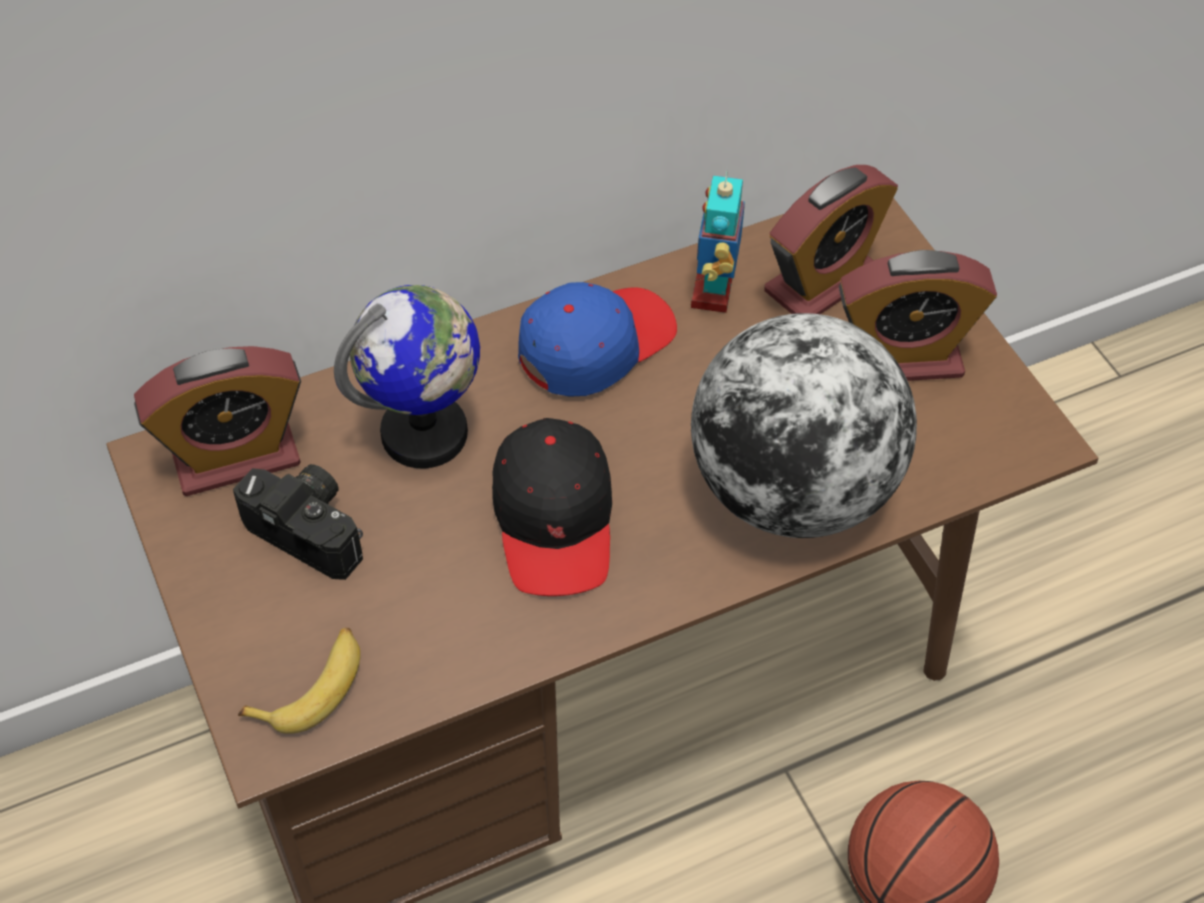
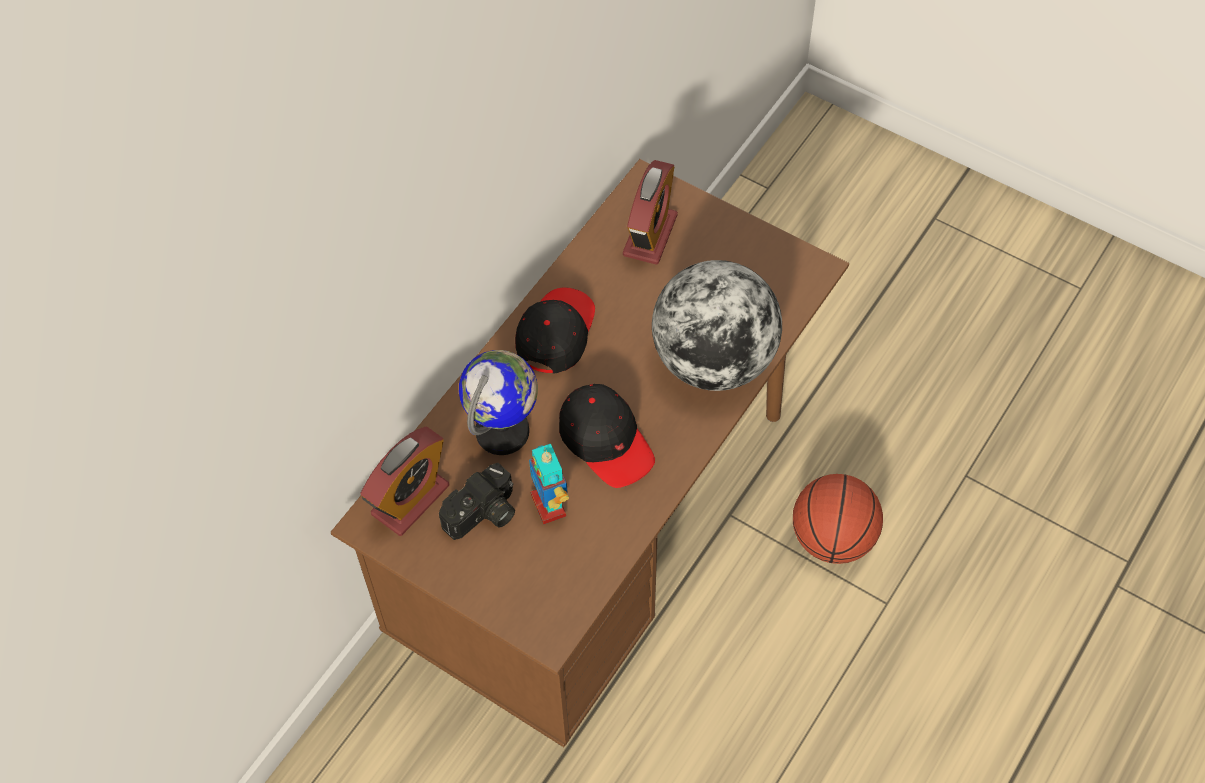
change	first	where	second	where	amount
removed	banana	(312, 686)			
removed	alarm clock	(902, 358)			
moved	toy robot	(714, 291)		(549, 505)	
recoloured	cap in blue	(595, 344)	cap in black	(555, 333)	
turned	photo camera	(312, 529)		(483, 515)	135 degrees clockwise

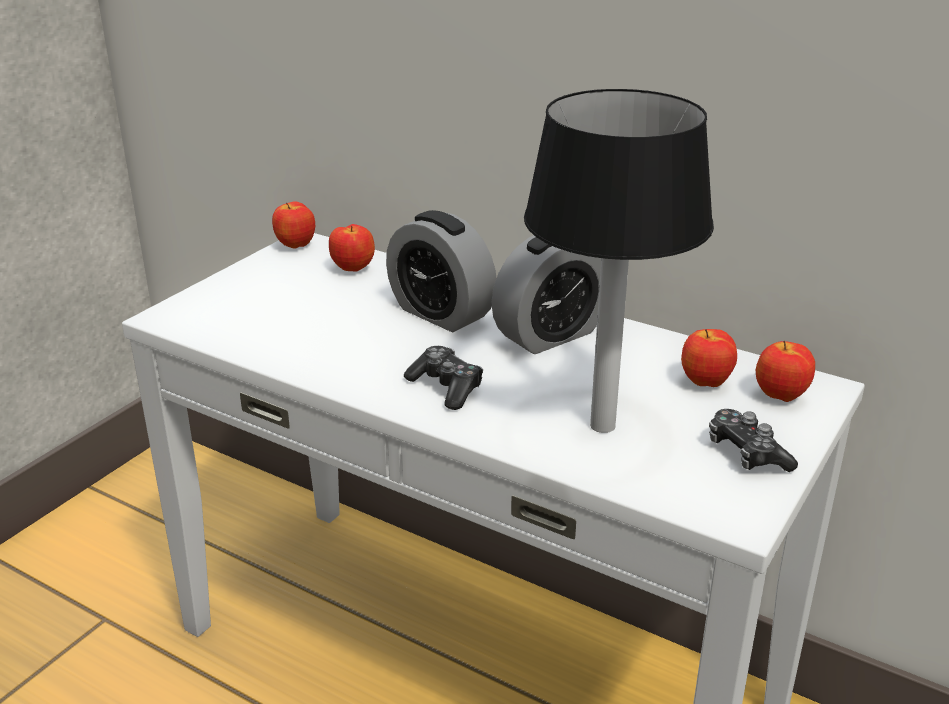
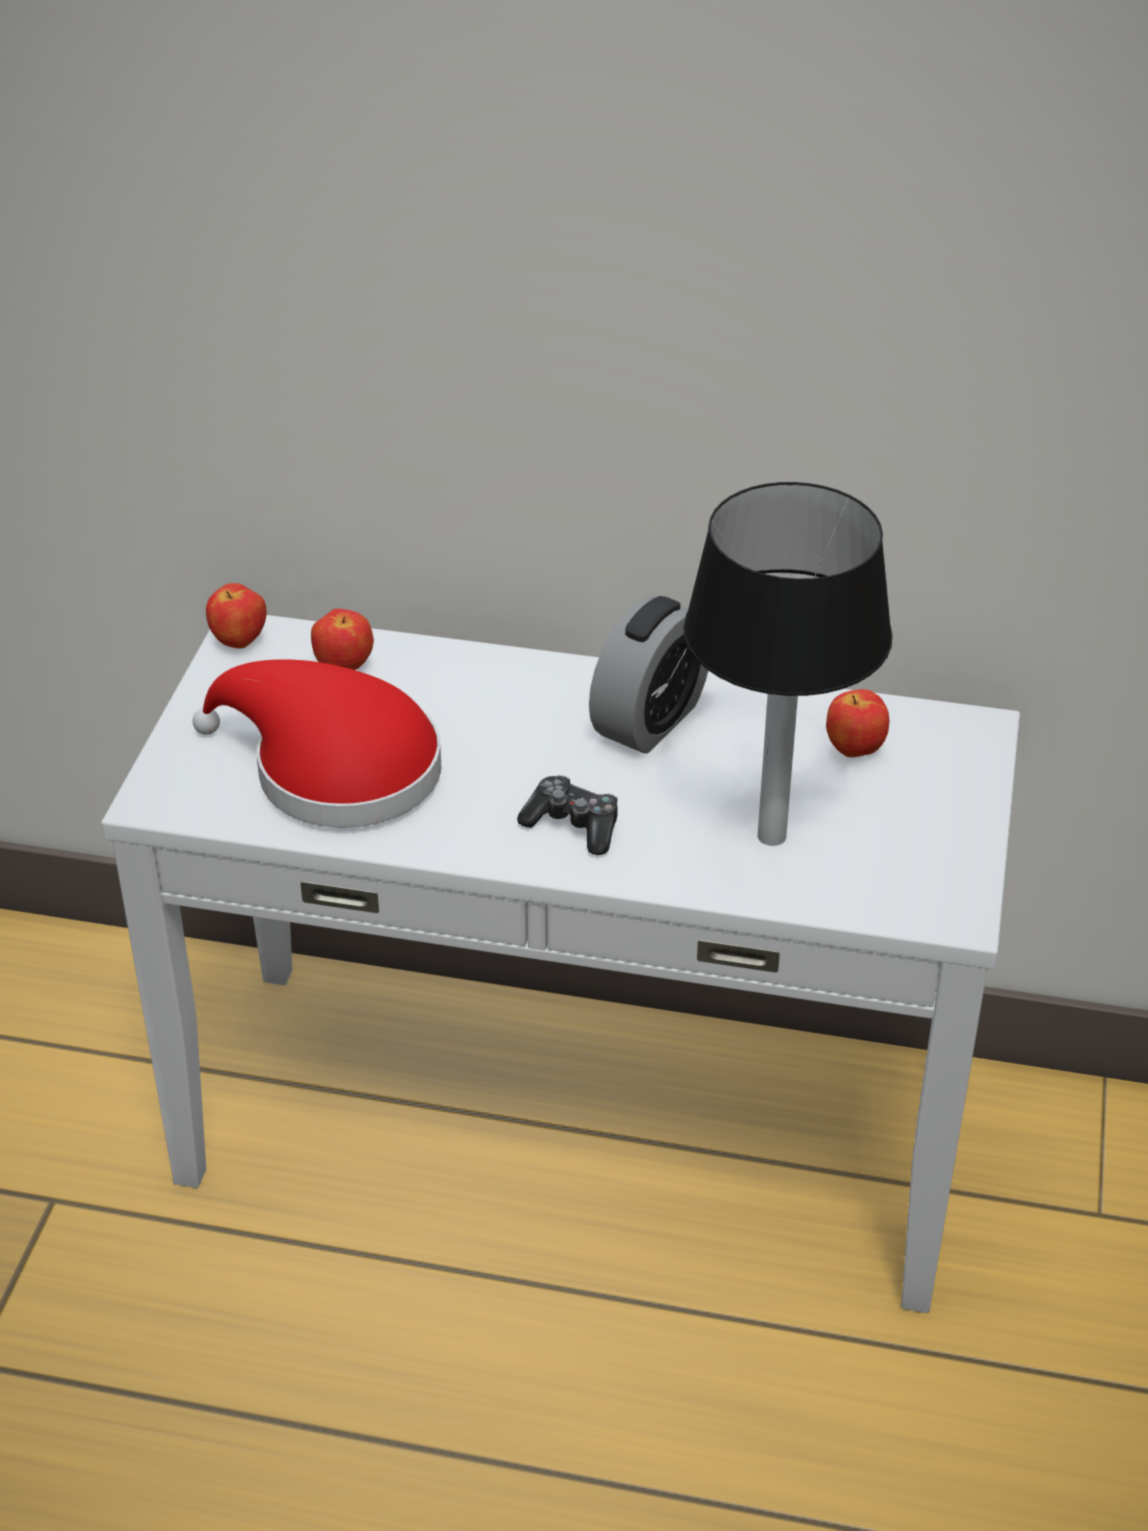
change	first	where	second	where	amount
removed	alarm clock	(441, 313)			
removed	game controller	(746, 453)			
removed	apple	(780, 396)			
added			hat in red	(333, 769)	

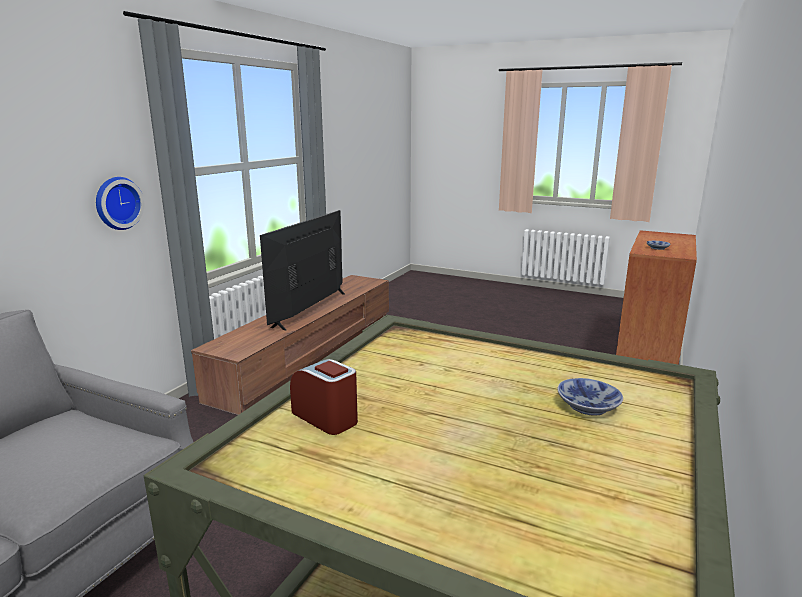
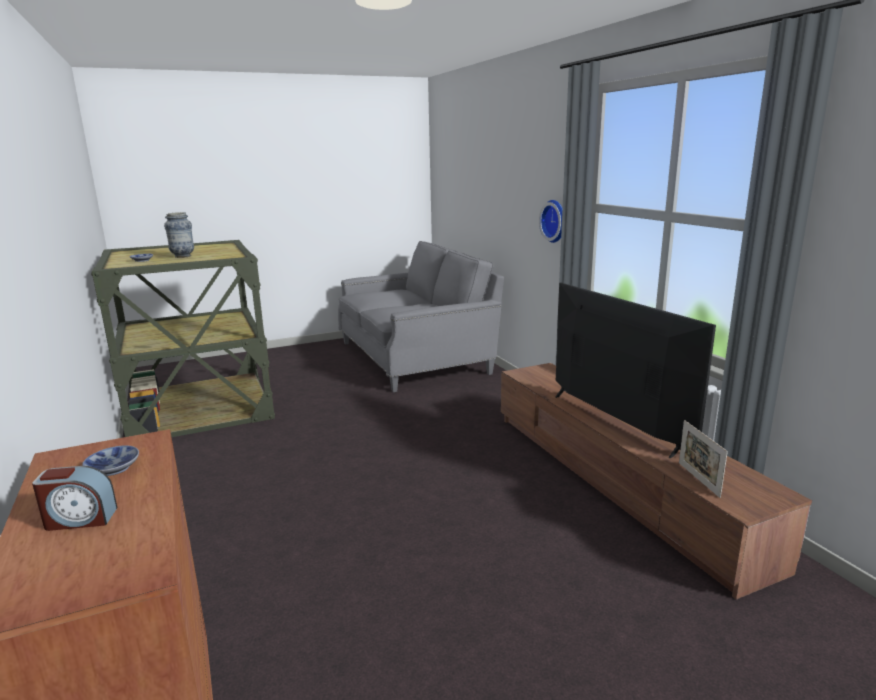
change	first	where	second	where	amount
added			vase	(182, 256)	
added			picture frame	(698, 479)	
moved	alarm clock	(326, 417)		(80, 519)	

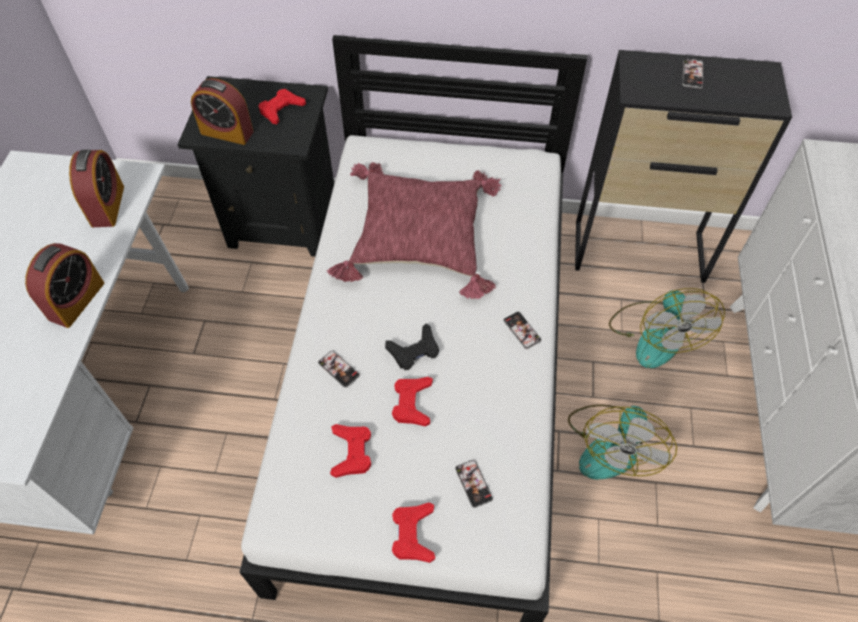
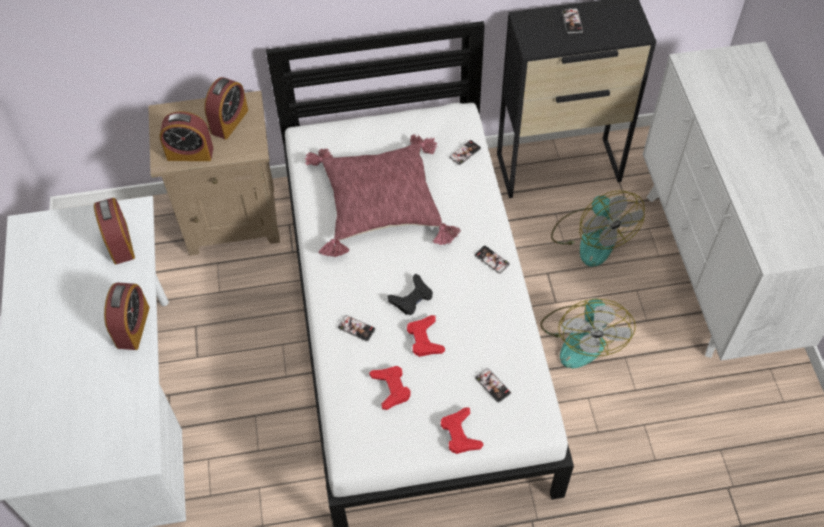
change	first	where	second	where	amount
added			phone	(465, 153)	
replaced	game controller in red	(281, 109)	alarm clock	(229, 121)	
recoloured	nightstand in black	(284, 224)	nightstand in beige	(234, 221)	

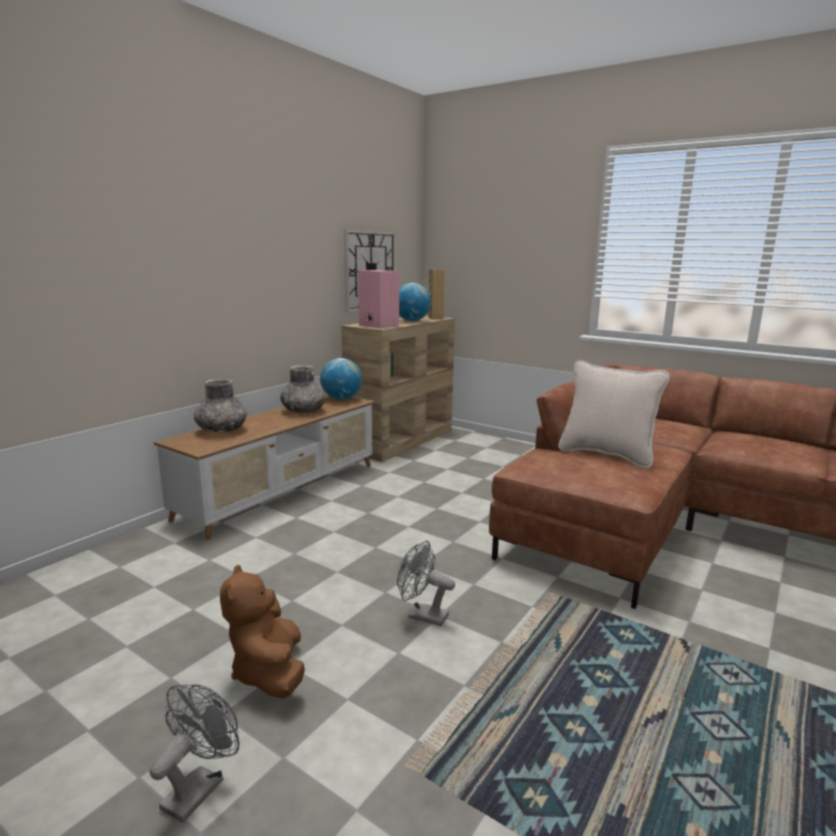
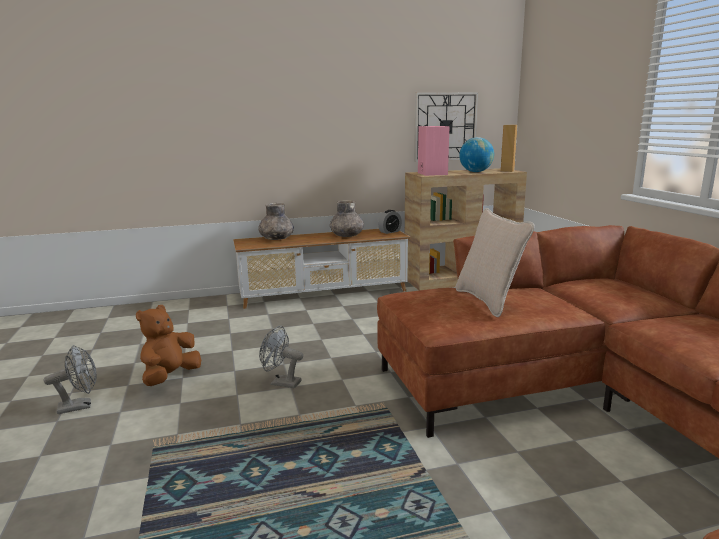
change	first	where	second	where	amount
replaced	globe	(341, 399)	alarm clock	(389, 232)	
turned	fan in grey	(422, 615)		(281, 383)	45 degrees counterclockwise

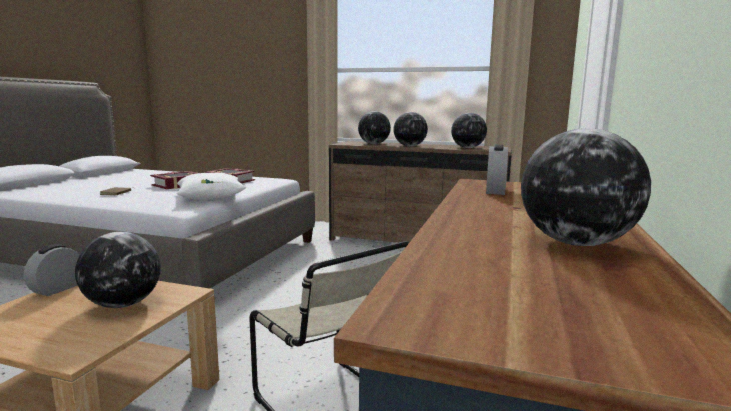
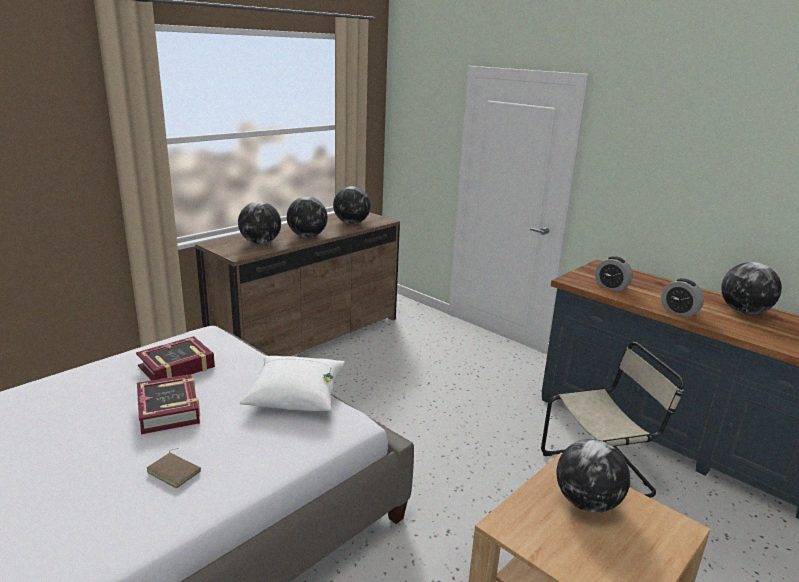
change	first	where	second	where	amount
moved	alarm clock	(57, 289)		(679, 311)	

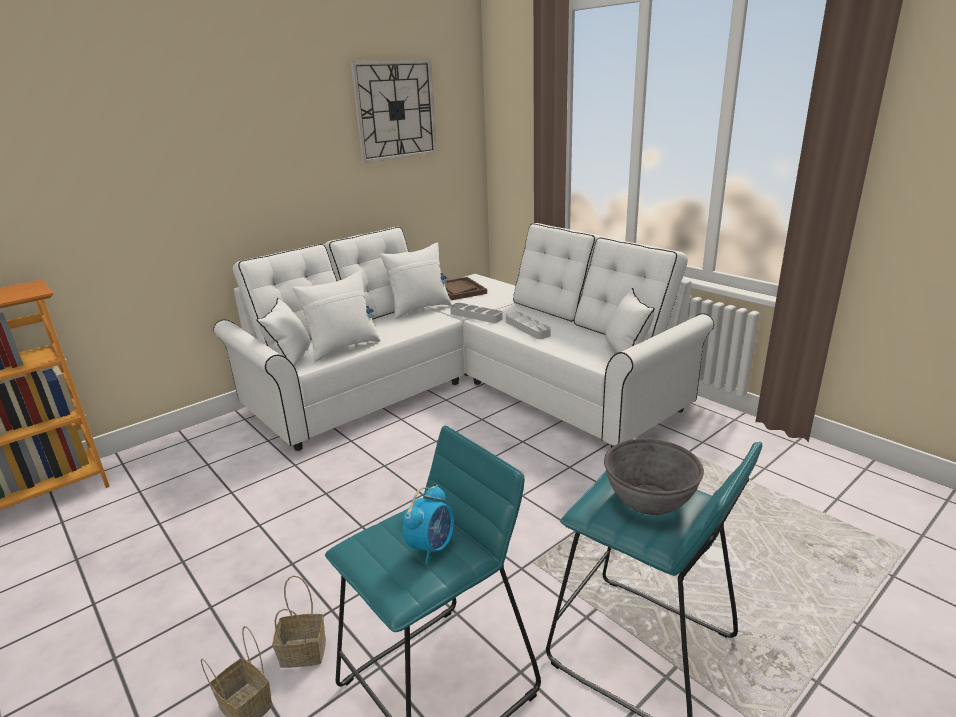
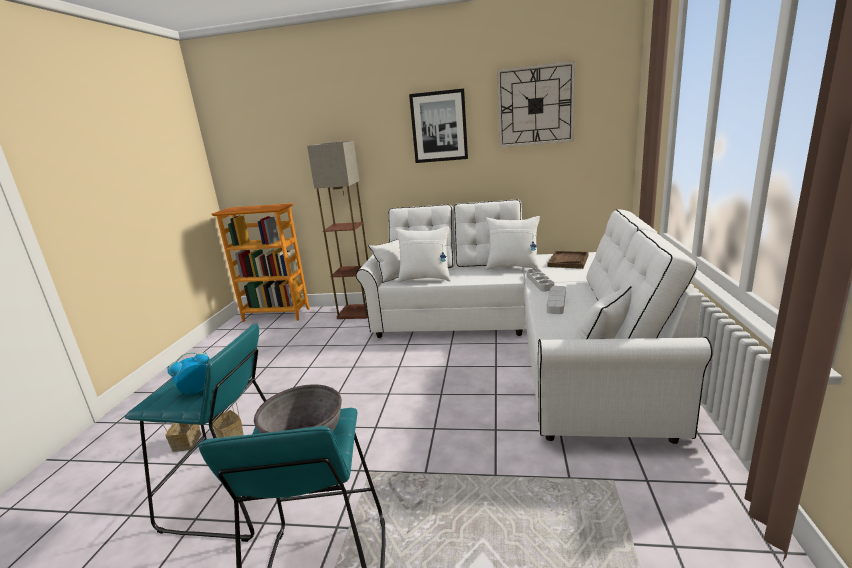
change	first	where	second	where	amount
added			floor lamp	(357, 312)	
added			picture	(439, 126)	
turned	alarm clock	(432, 547)		(196, 391)	150 degrees clockwise

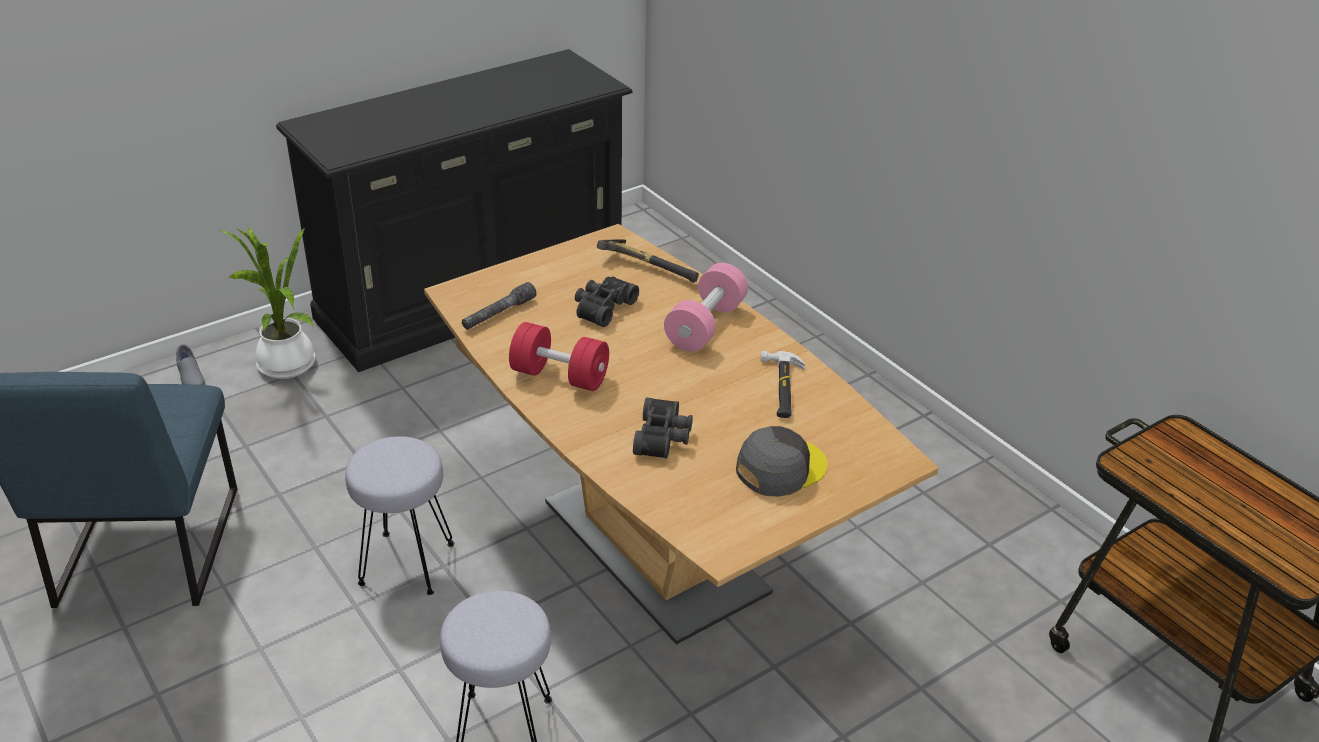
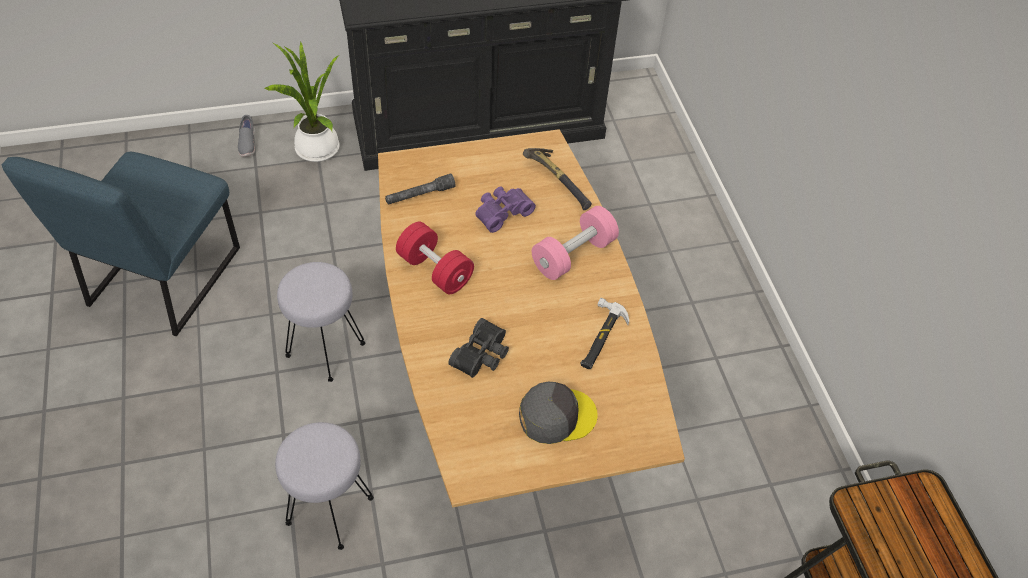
change	first	where	second	where	amount
recoloured	binoculars in black	(602, 307)	binoculars in purple	(501, 212)	

